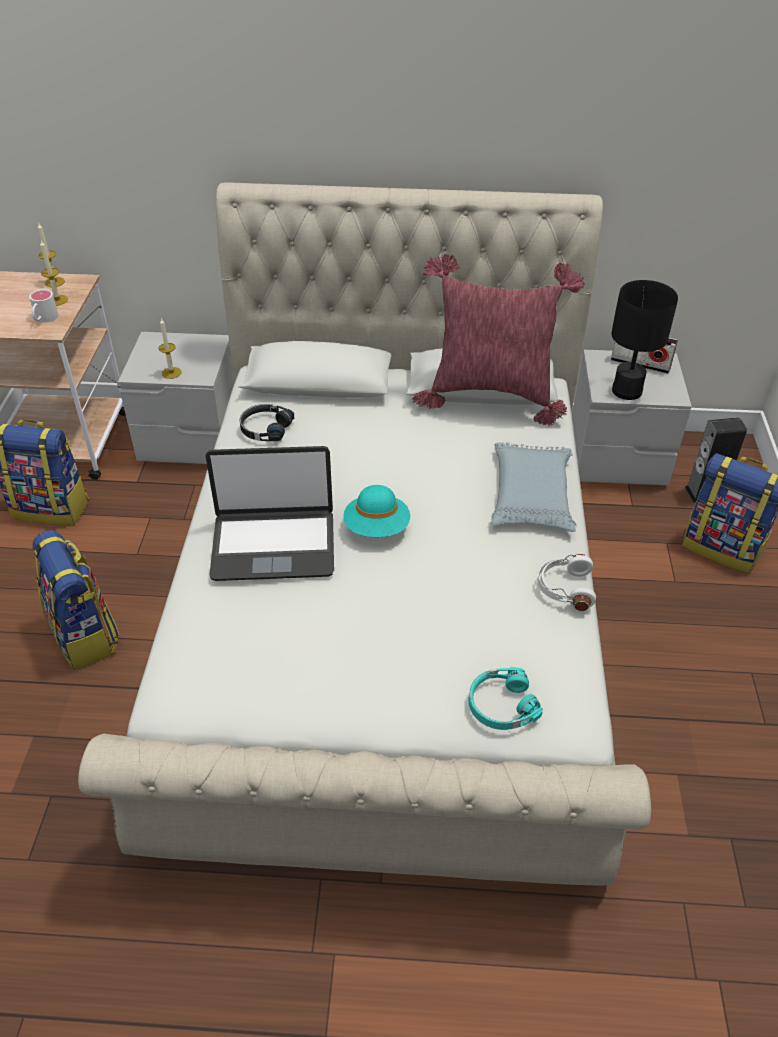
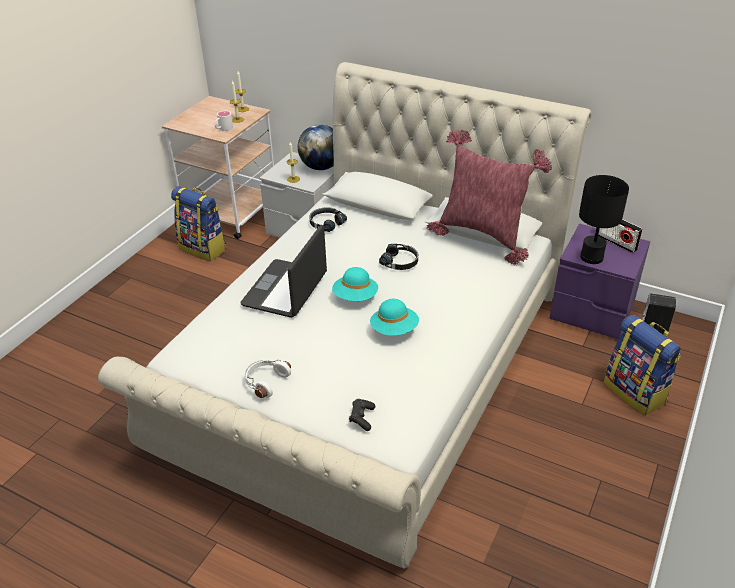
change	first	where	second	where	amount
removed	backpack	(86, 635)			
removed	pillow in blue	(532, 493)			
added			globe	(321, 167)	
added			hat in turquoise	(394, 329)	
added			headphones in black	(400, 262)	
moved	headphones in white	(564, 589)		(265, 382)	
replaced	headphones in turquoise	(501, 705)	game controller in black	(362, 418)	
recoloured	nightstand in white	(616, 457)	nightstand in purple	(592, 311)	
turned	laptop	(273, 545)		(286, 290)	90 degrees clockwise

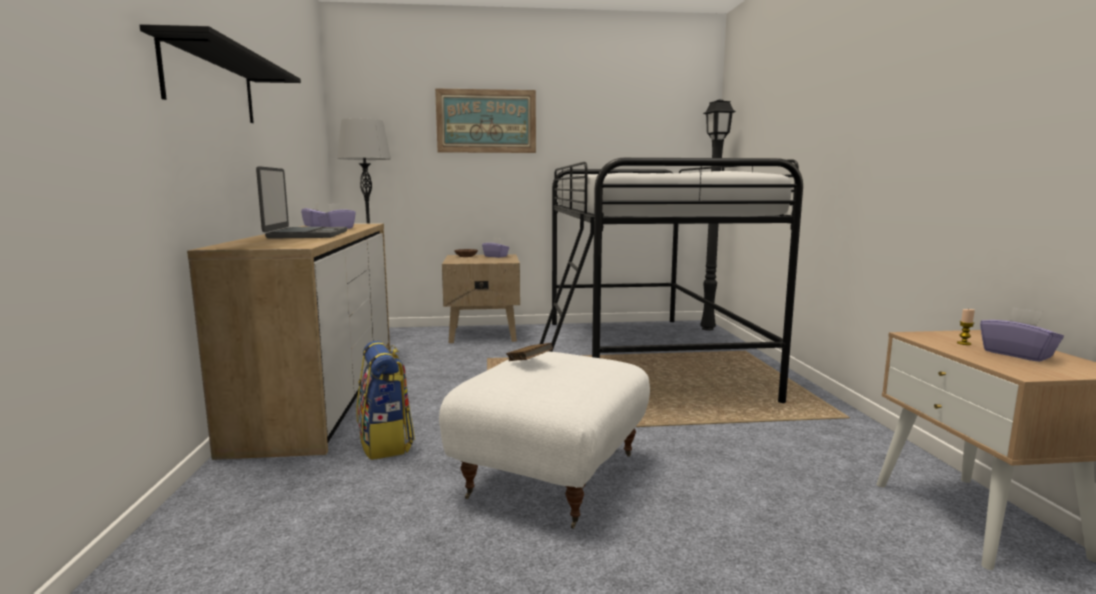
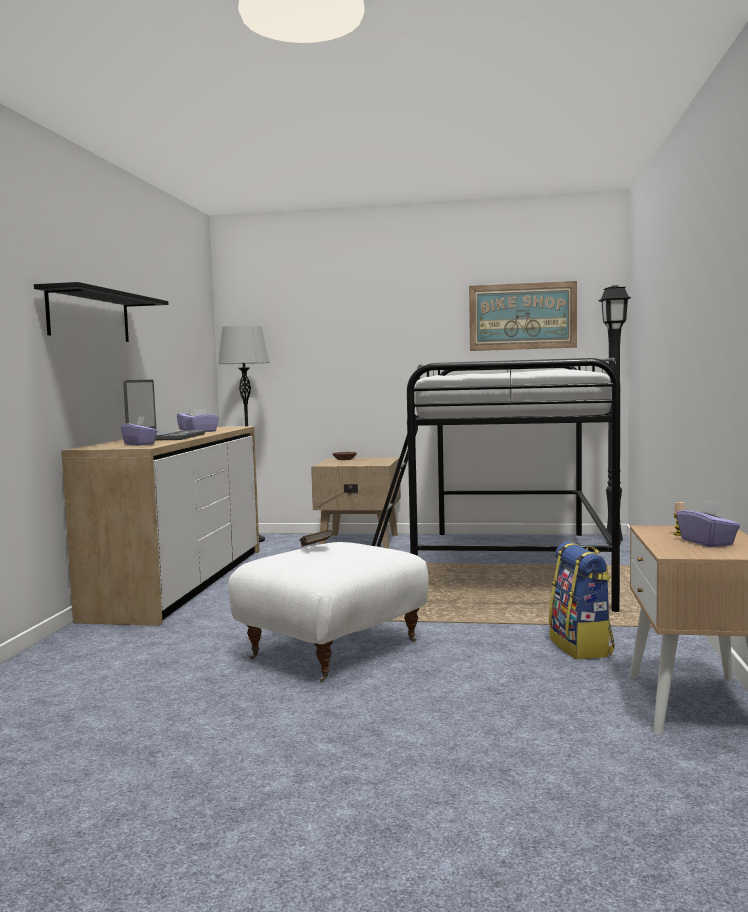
change	first	where	second	where	amount
moved	backpack	(386, 443)		(581, 647)	
moved	picture	(486, 121)		(522, 316)	
moved	tissue box in purple	(496, 256)		(139, 444)	

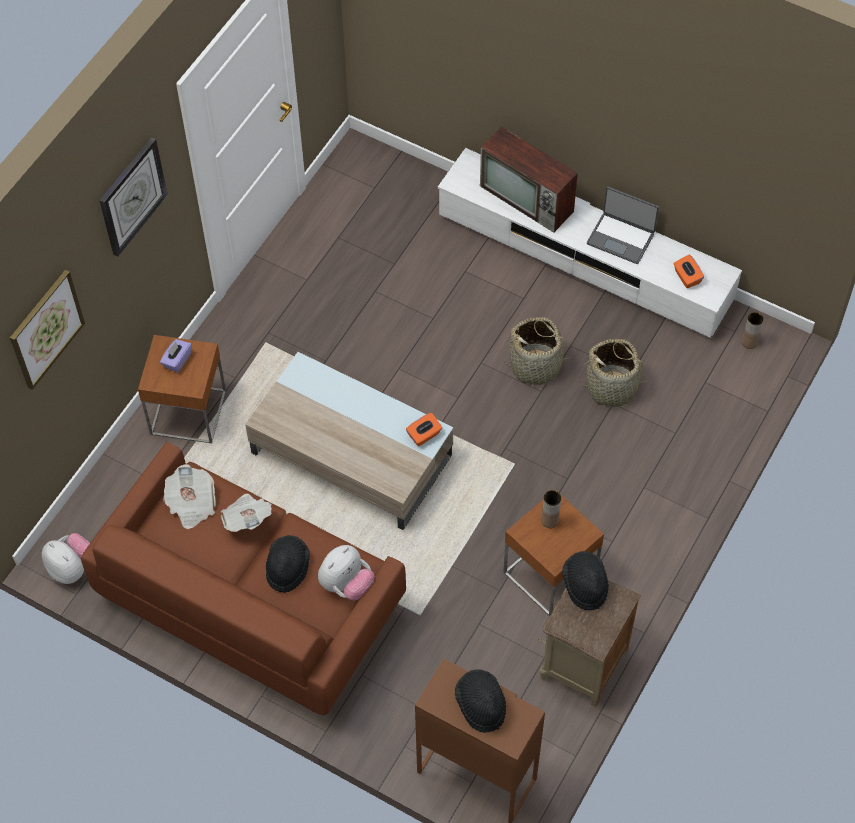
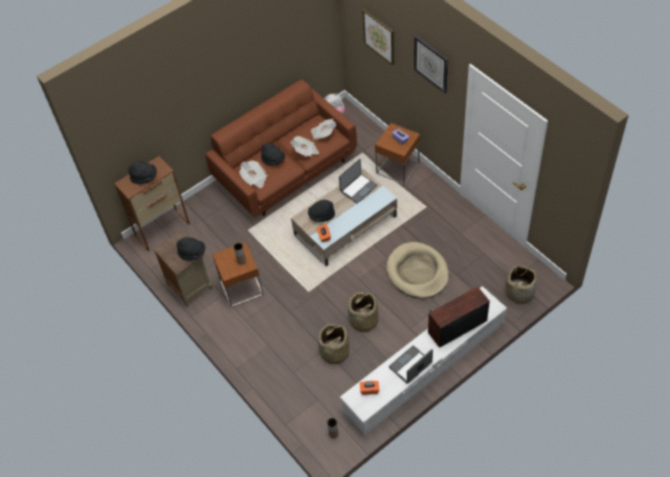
change	first	where	second	where	amount
added			hat in black	(321, 215)	
added			laptop	(358, 188)	
added			dog bed in beige	(417, 272)	
added			basket	(520, 292)	
replaced	plush toy	(346, 584)	newspaper	(254, 179)	

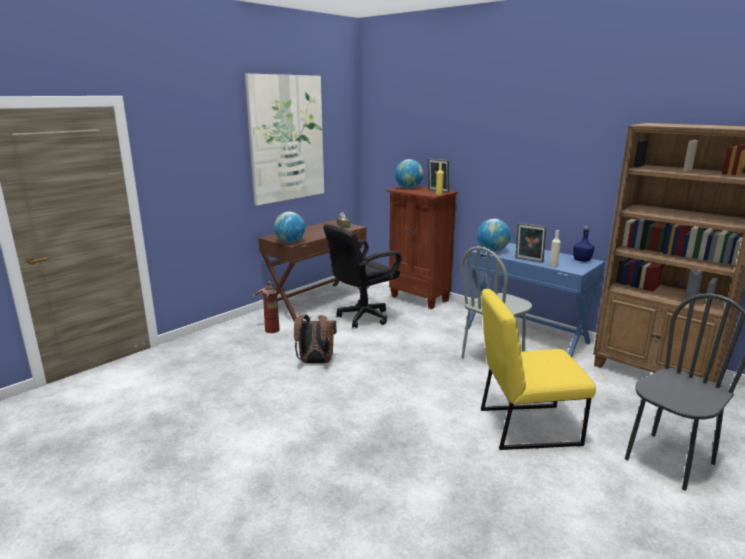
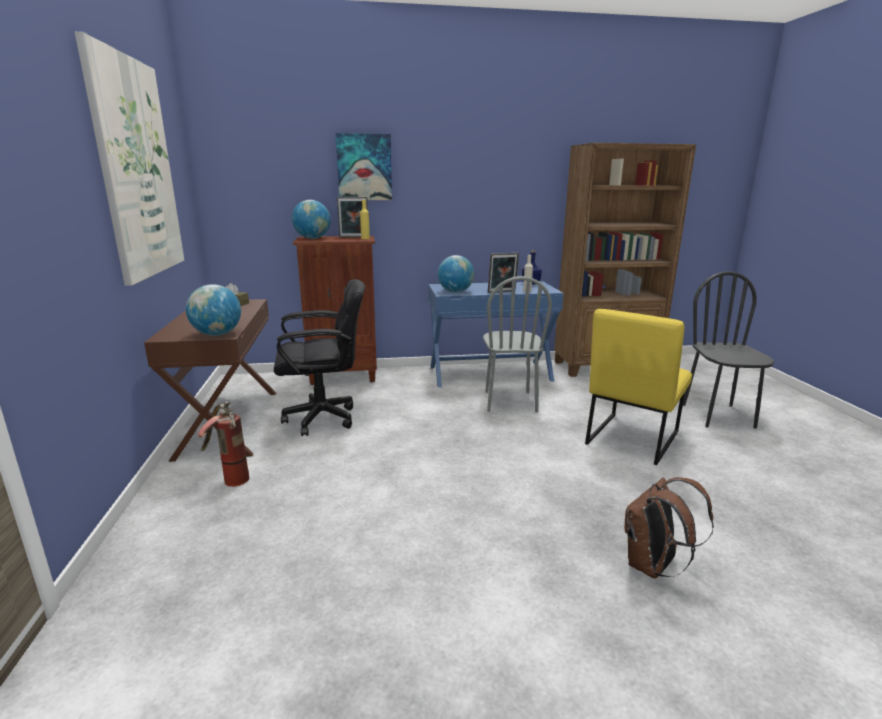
change	first	where	second	where	amount
added			picture	(364, 167)	
moved	backpack in brown	(315, 362)		(653, 567)	
turned	office chair in black	(361, 319)		(325, 418)	105 degrees counterclockwise

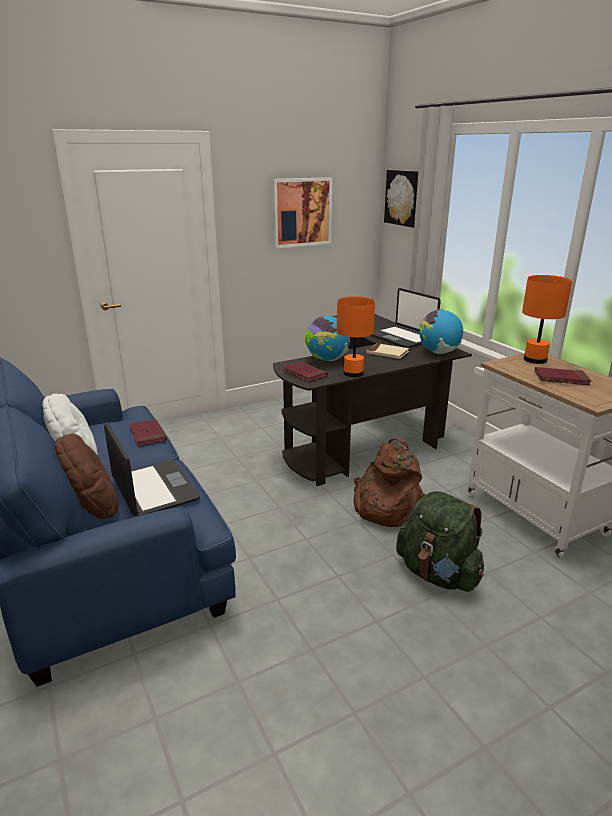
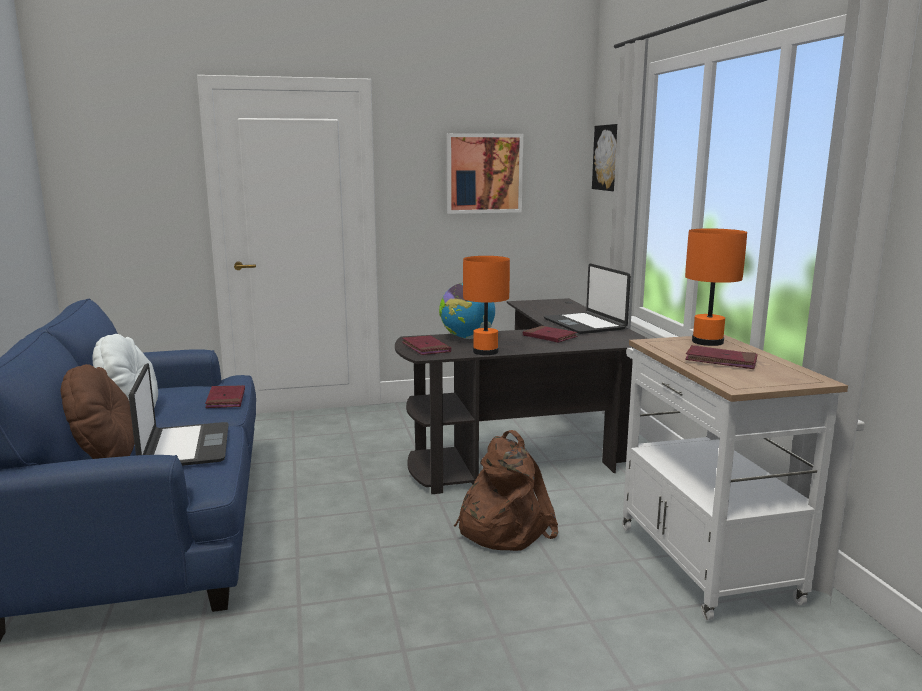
change	first	where	second	where	amount
removed	backpack in green	(438, 574)			
removed	globe	(438, 352)			
recoloured	book in beige	(387, 353)	book in red	(549, 337)	

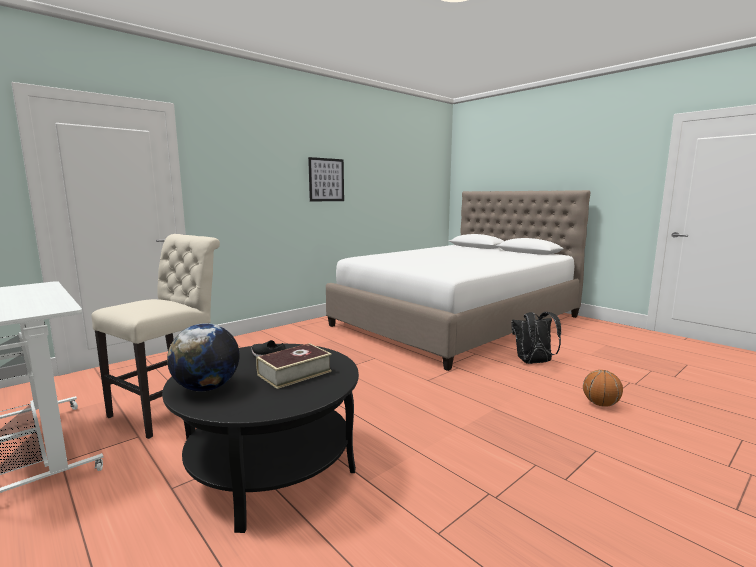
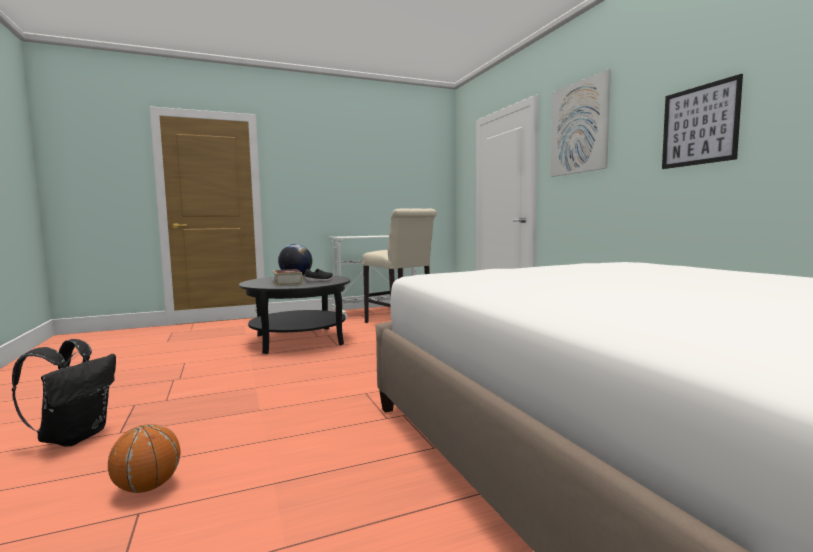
change	first	where	second	where	amount
added			picture	(578, 127)	
moved	backpack in black	(533, 362)		(74, 437)	

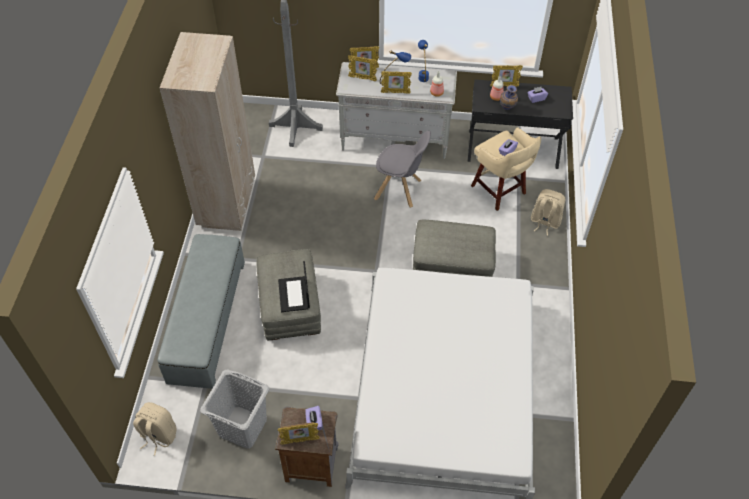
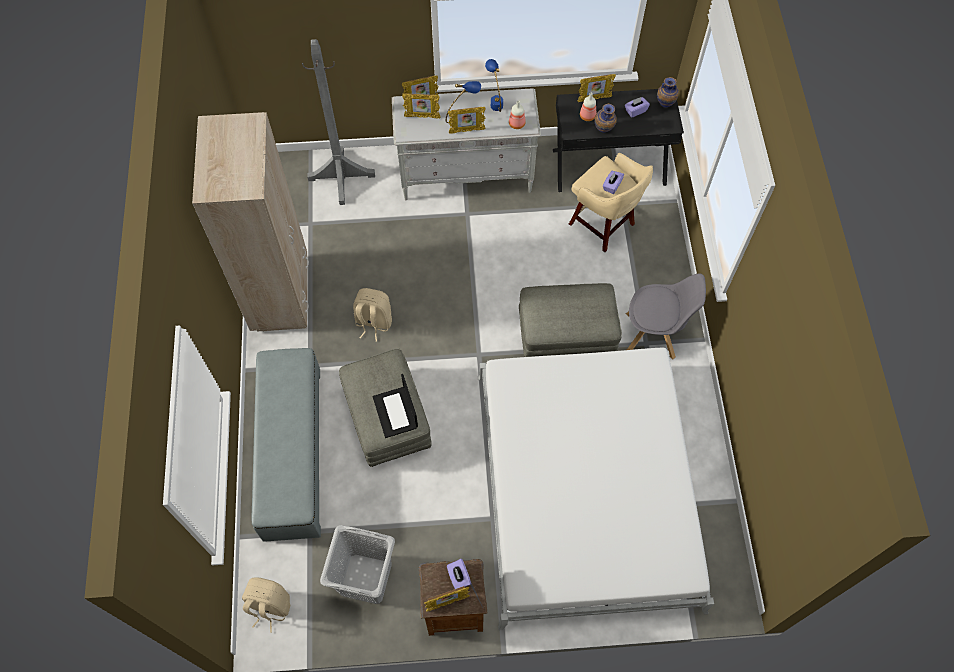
change	first	where	second	where	amount
added			vase	(665, 105)	
moved	chair in grey	(400, 190)		(653, 335)	
moved	backpack in beige	(544, 222)		(373, 322)	

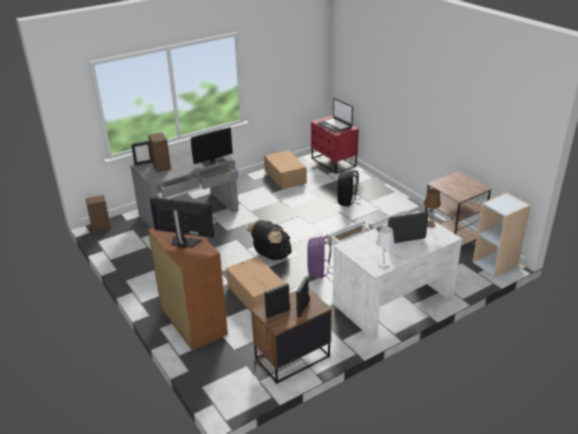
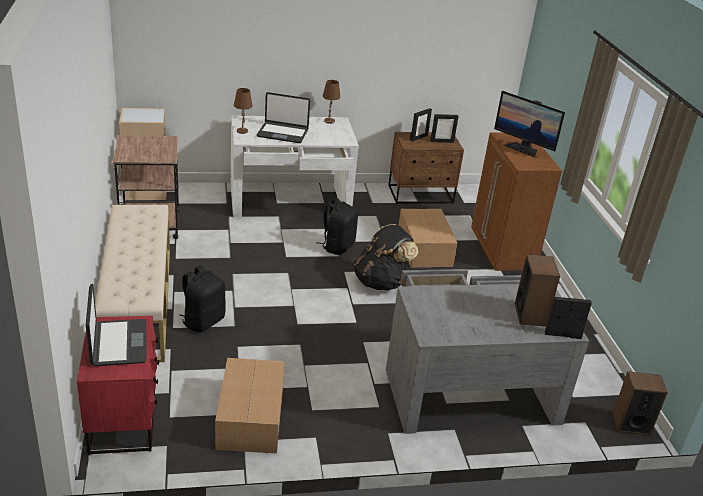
change	first	where	second	where	amount
removed	monitor	(213, 161)			
added			bench in beige	(137, 301)	
recoloured	backpack in purple	(319, 271)	backpack in black	(337, 246)	
recoloured	table lamp in white	(383, 264)	table lamp in brown	(329, 121)	

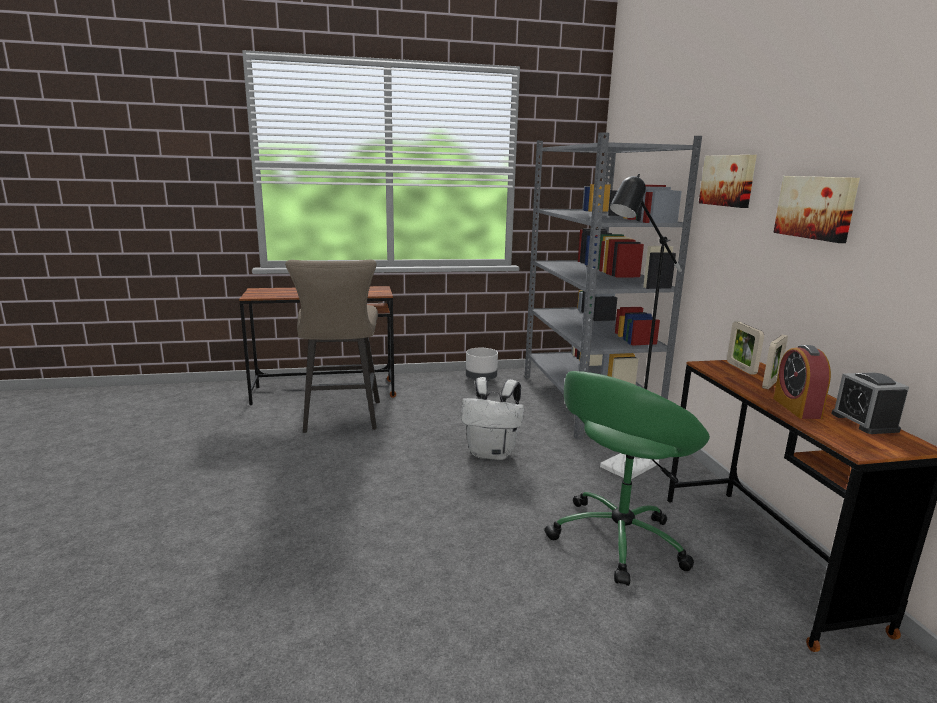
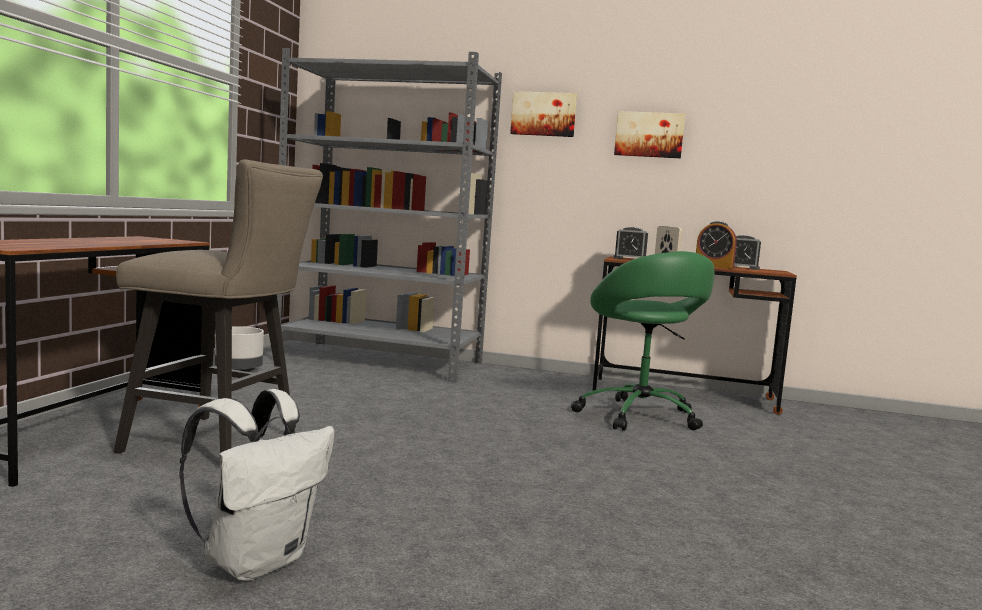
change	first	where	second	where	amount
removed	floor lamp in black	(623, 469)			
moved	backpack in white	(492, 453)		(256, 561)	
replaced	picture frame	(741, 368)	alarm clock	(630, 259)	

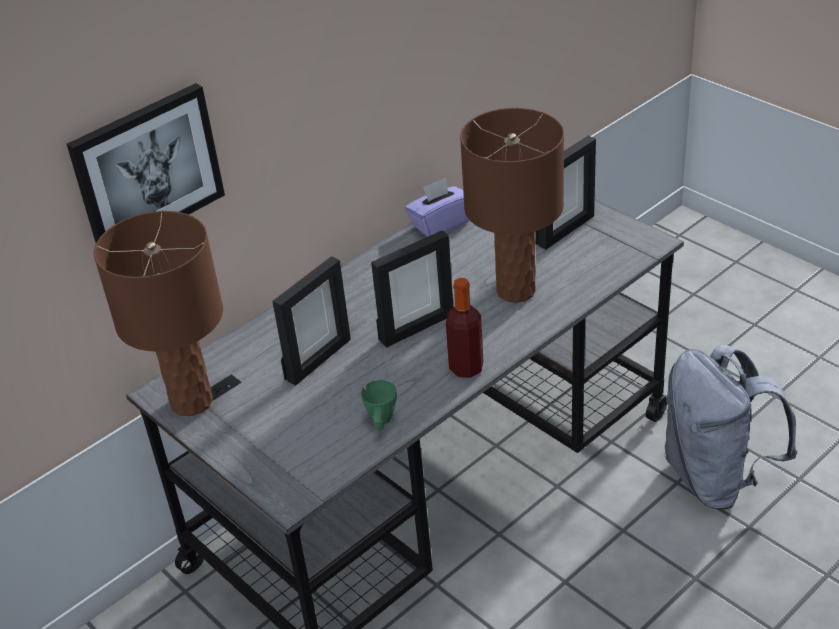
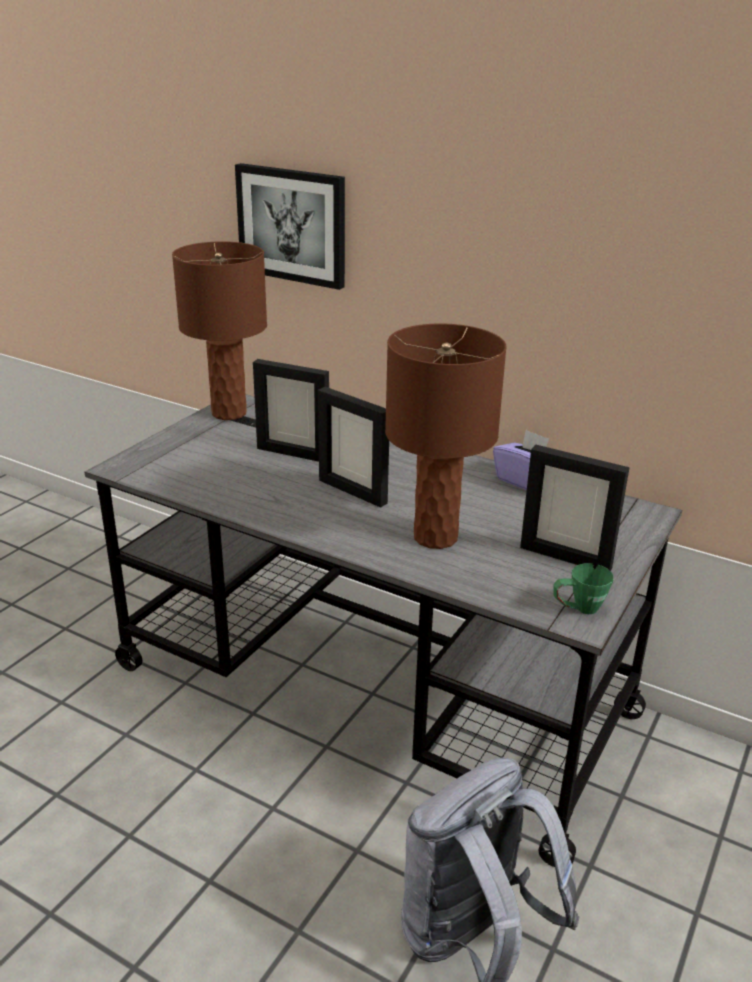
change	first	where	second	where	amount
removed	bottle	(466, 368)			
moved	mug in green	(381, 424)		(578, 609)	

